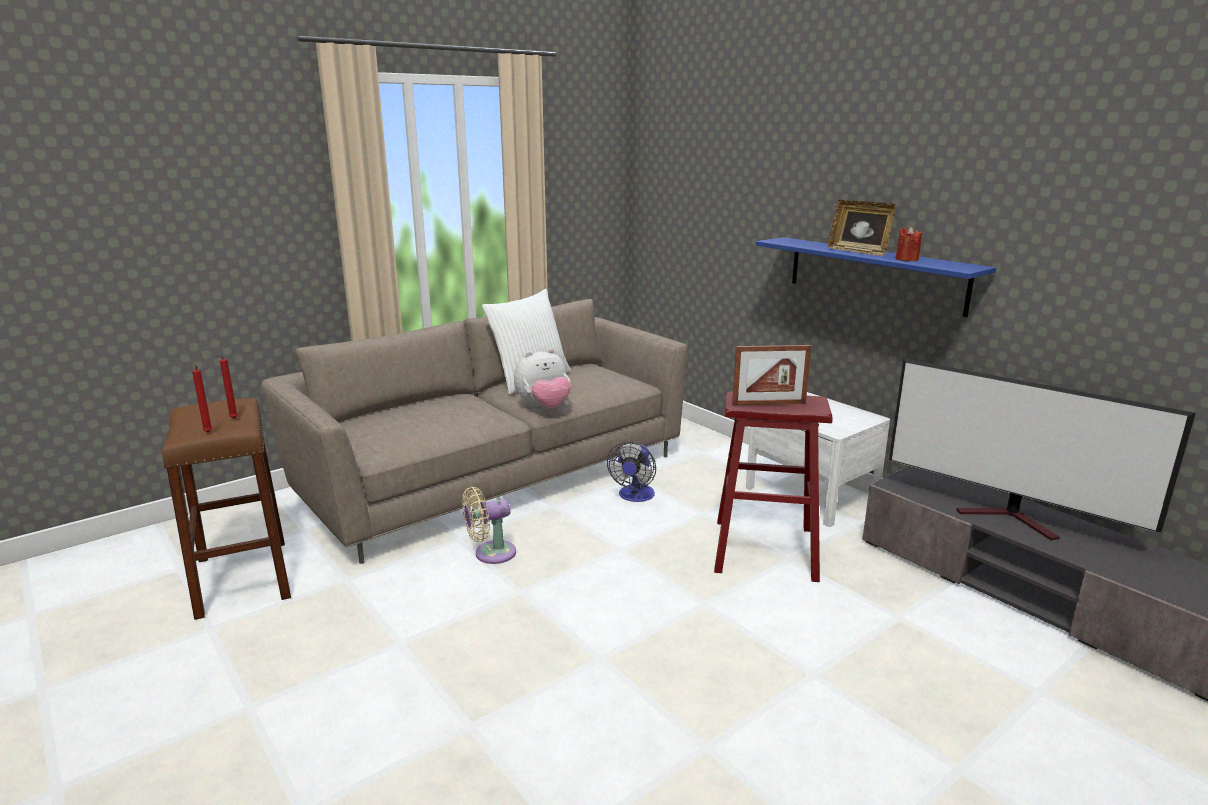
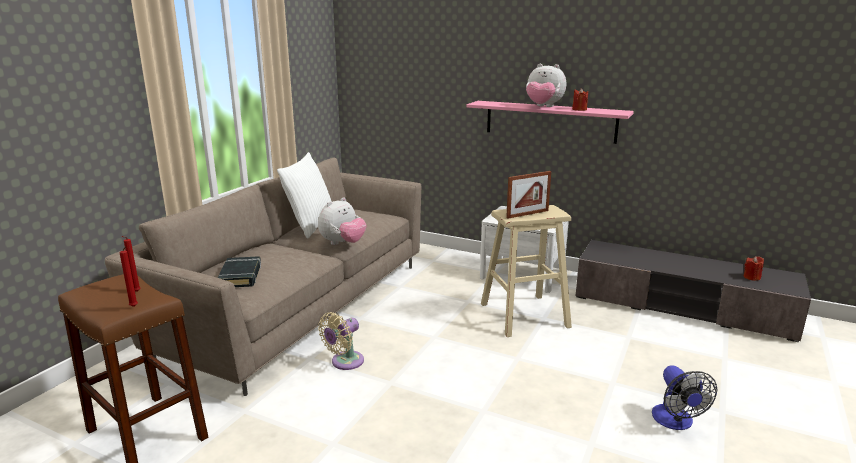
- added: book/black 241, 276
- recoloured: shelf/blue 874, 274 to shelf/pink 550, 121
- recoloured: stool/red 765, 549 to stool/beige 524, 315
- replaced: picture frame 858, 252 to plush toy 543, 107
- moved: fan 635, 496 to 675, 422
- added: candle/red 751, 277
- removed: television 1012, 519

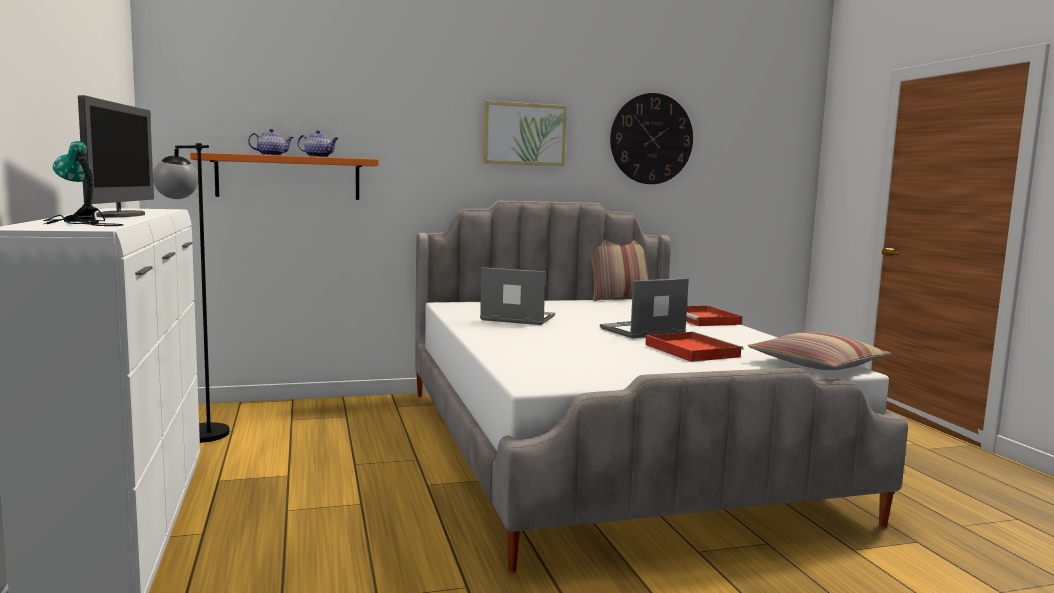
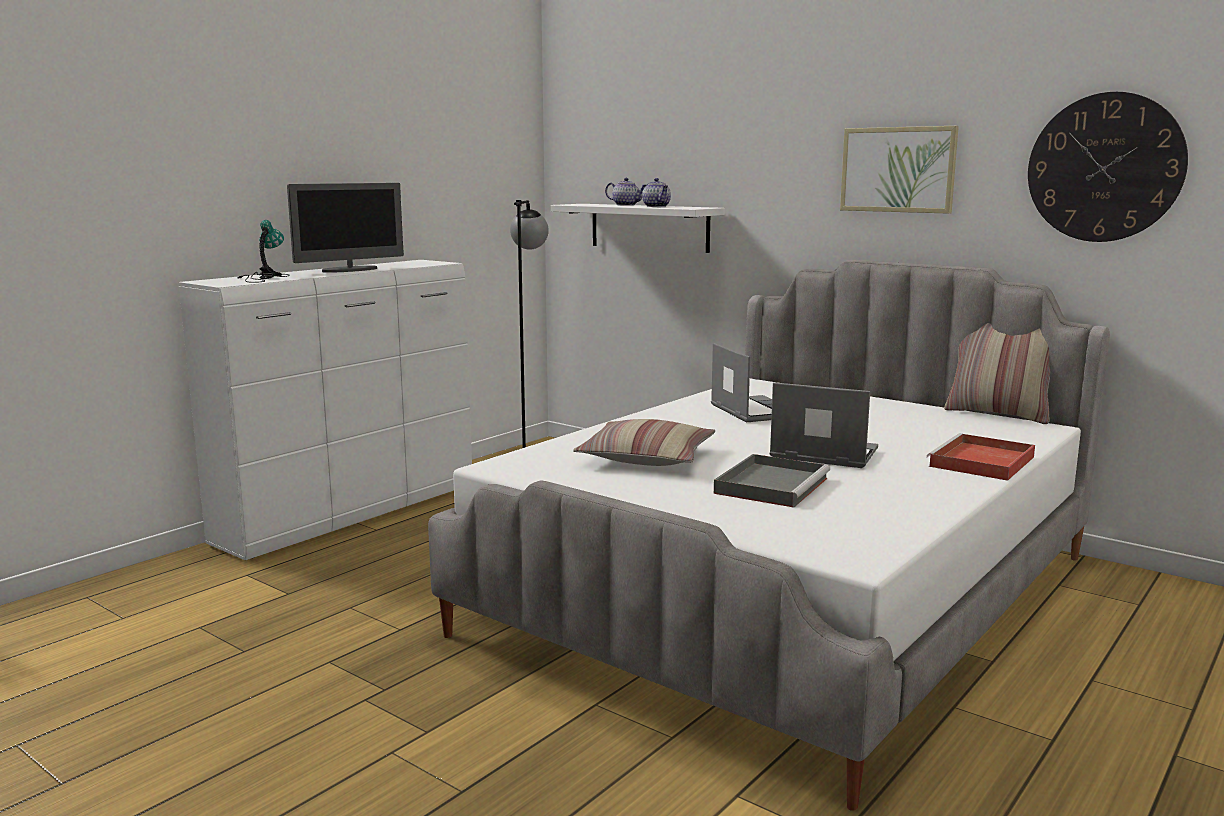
- recoloured: shelf/orange 288, 177 to shelf/white 649, 227
- moved: pillow 817, 365 to 647, 458
- recoloured: tray/red 690, 350 to tray/grey 771, 485

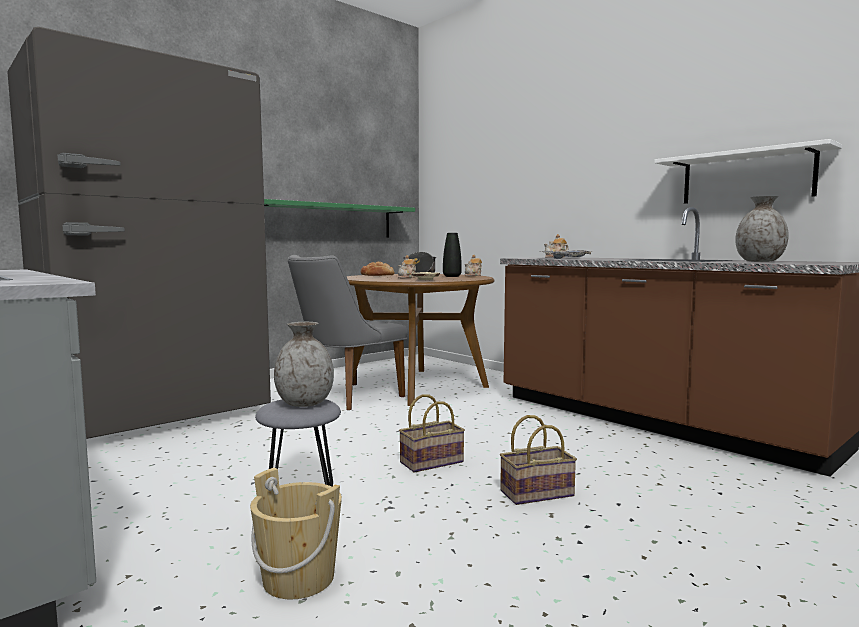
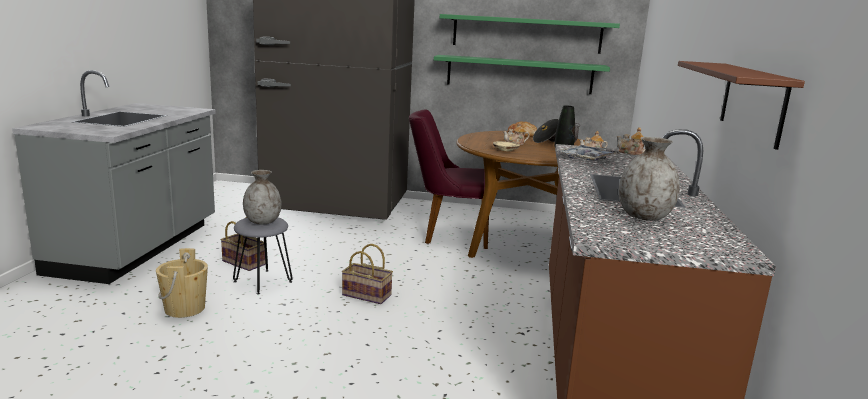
- moved: basket 537, 492 to 245, 263
- recoloured: chair/grey 345, 398 to chair/purple 448, 234
- added: shelf/green 526, 34
- recoloured: shelf/white 746, 177 to shelf/brown 752, 102

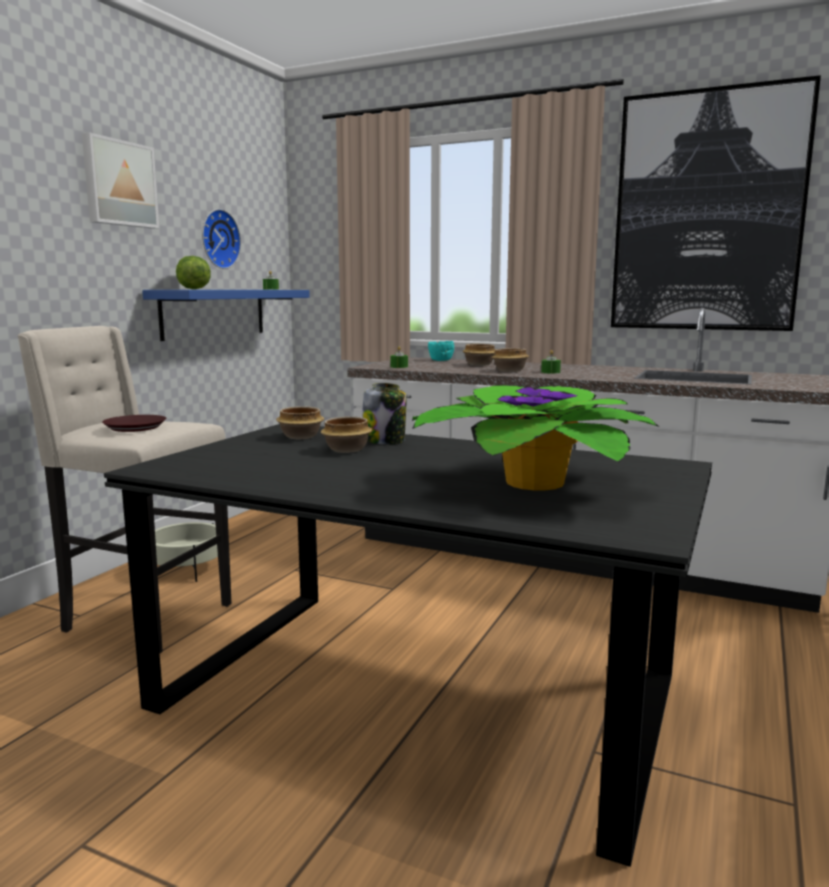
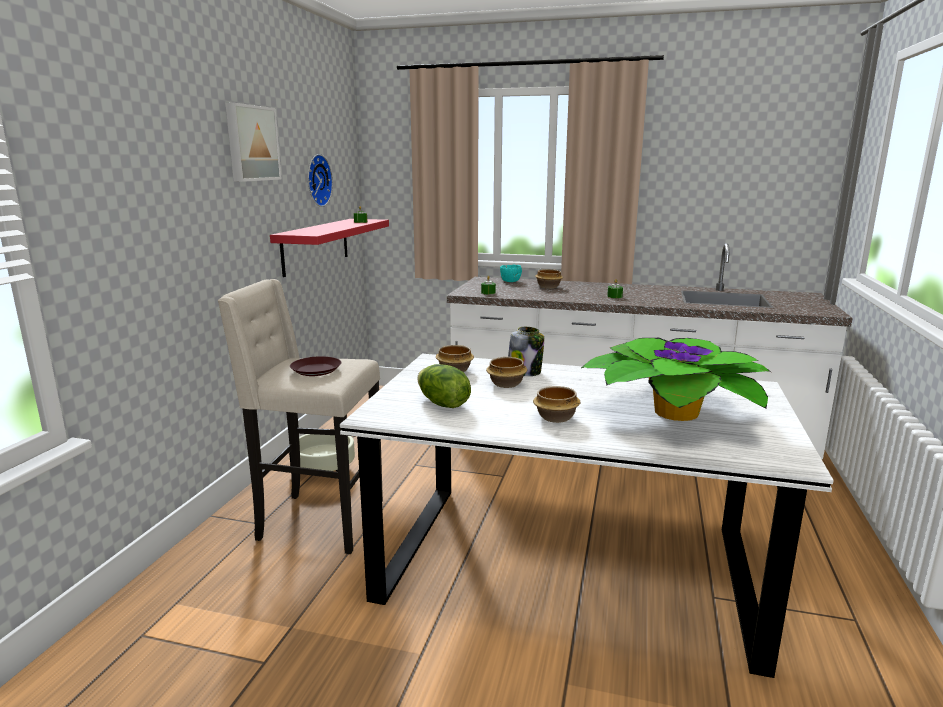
- recoloured: shelf/blue 214, 313 to shelf/red 316, 246
- recoloured: dining table/black 415, 693 to dining table/white 568, 565
- moved: lettuce 192, 289 to 442, 404
- moved: bowl 510, 371 to 556, 418
- removed: picture 707, 212

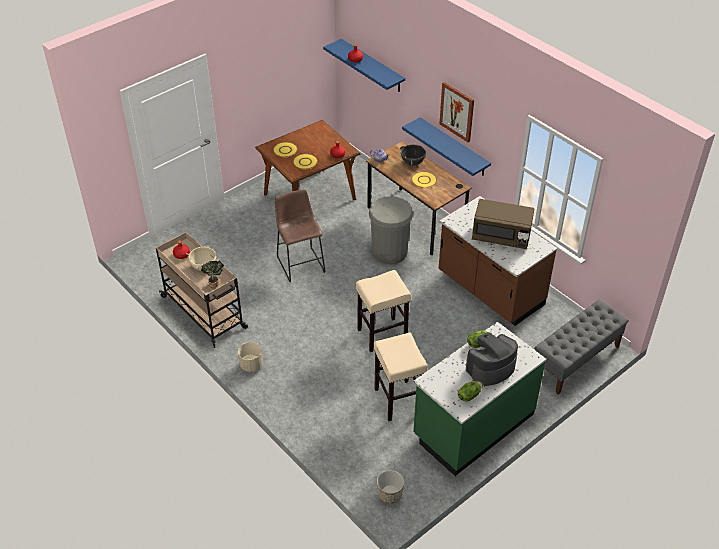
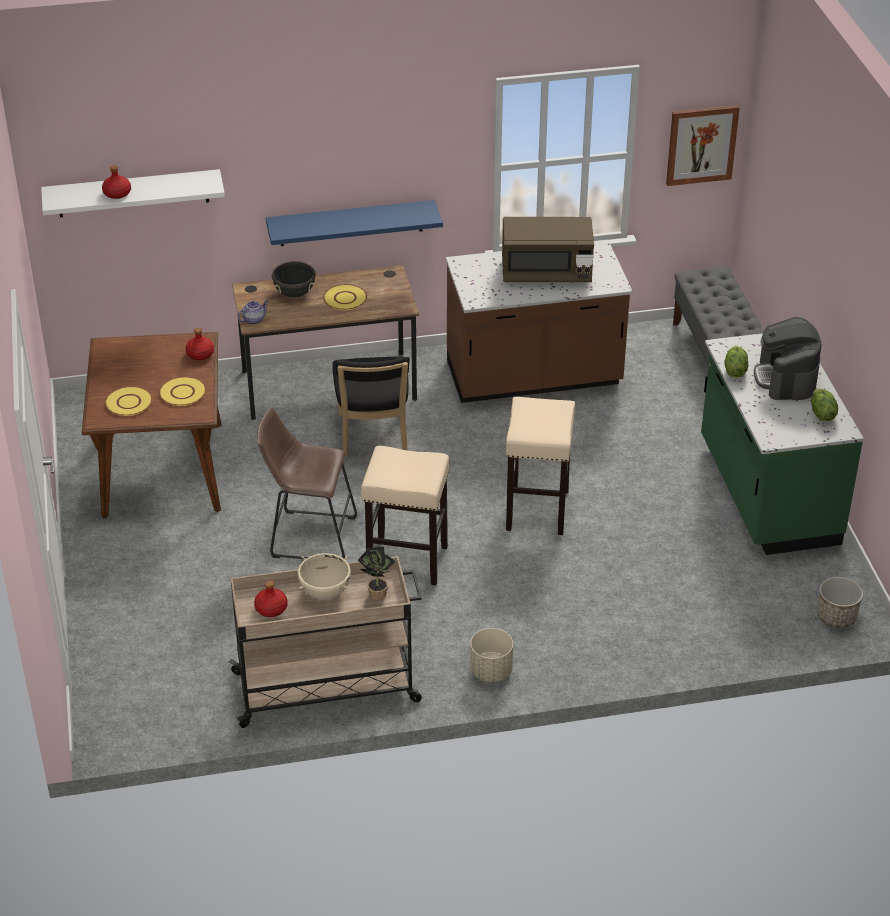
- recoloured: shelf/blue 372, 66 to shelf/white 133, 193
- replaced: trash can/grey 389, 252 to chair/black 373, 437
- moved: stool/beige 397, 399 to 406, 561
- turned: microwave/brown 501, 236 = 546, 272 45 degrees clockwise
- moved: picture 457, 111 to 701, 144

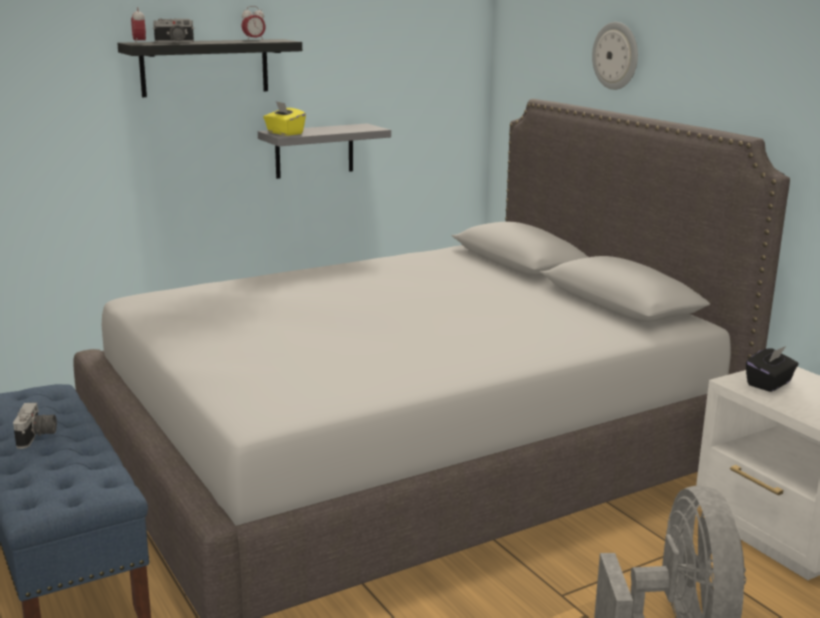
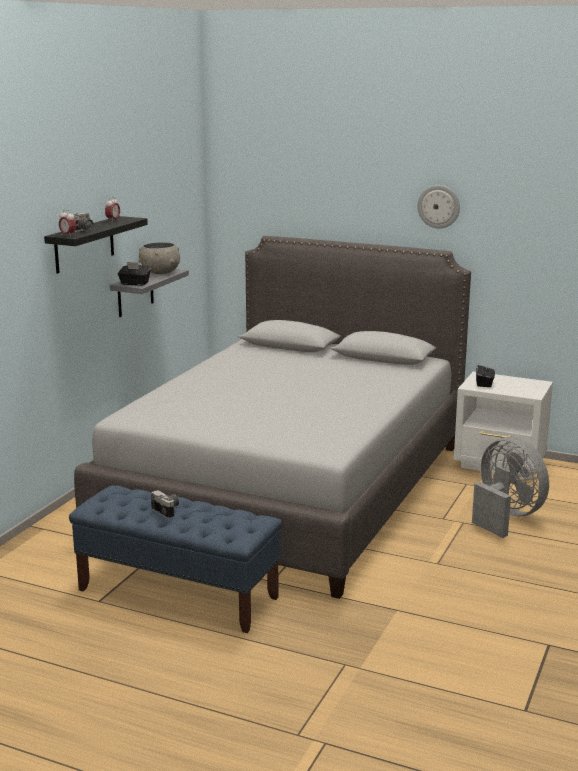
- recoloured: tissue box/yellow 284, 133 to tissue box/black 134, 284
- added: bowl/grey 160, 272
- moved: wall clock 616, 56 to 439, 206

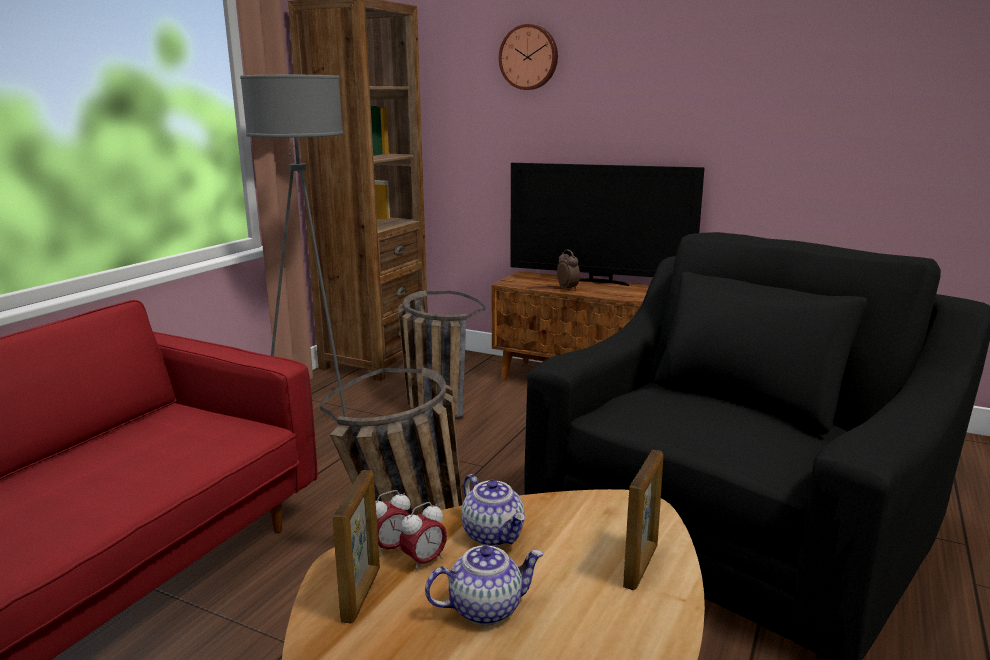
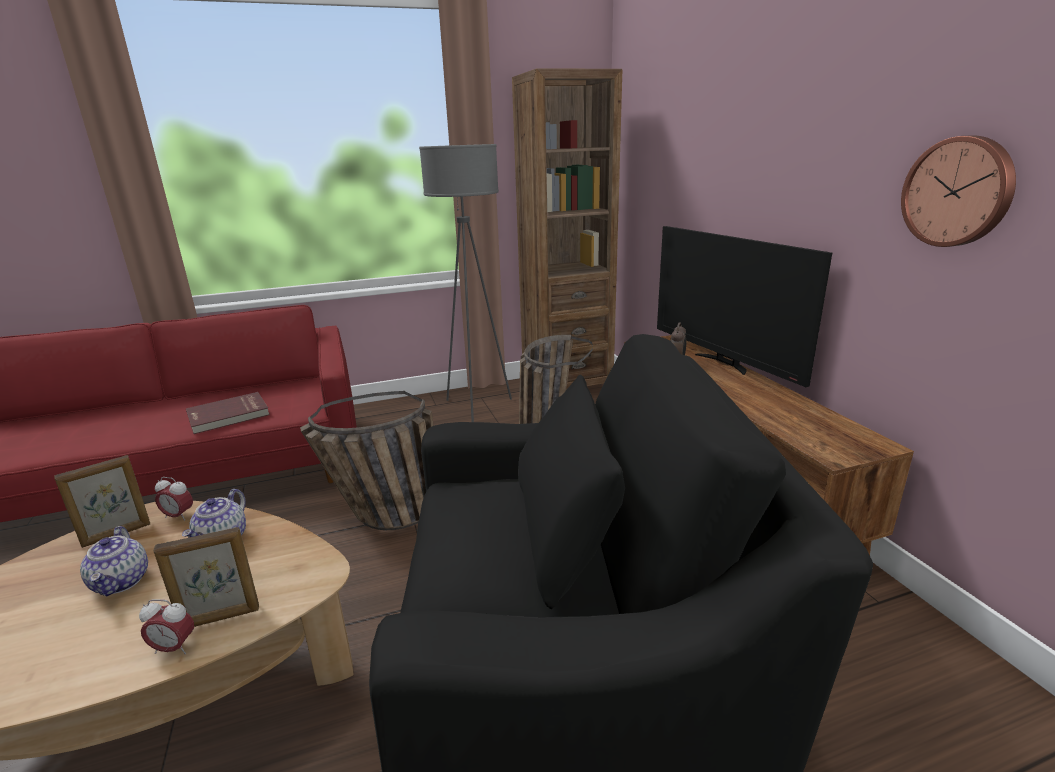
- turned: teapot 486, 608 = 122, 582 45 degrees clockwise
- moved: alarm clock 424, 562 to 174, 648
- added: book/red 228, 415
- moved: wall clock 529, 57 to 958, 192

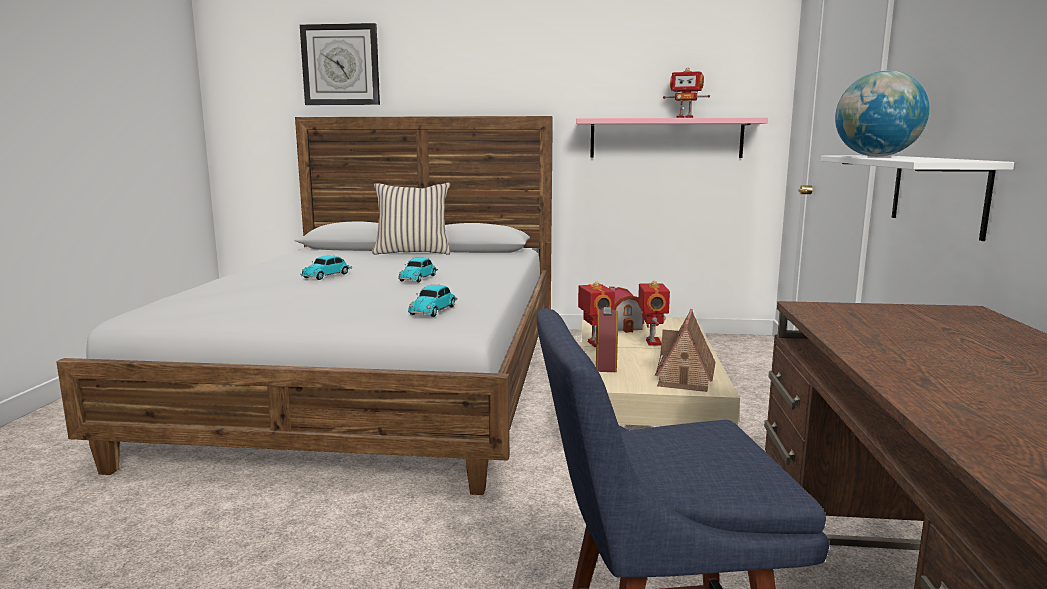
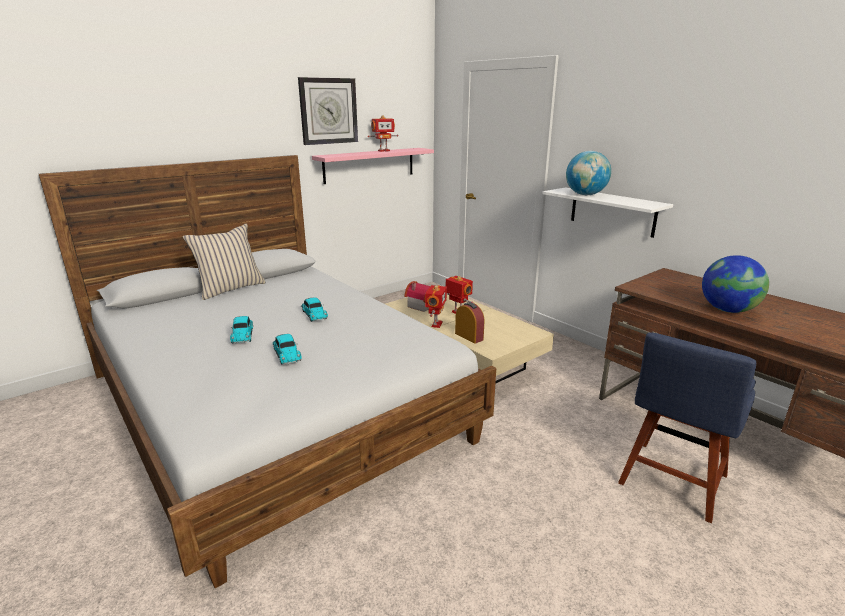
- moved: toy car 434, 310 to 286, 354
- moved: wall clock 341, 65 to 328, 111
- turned: toy robot 595, 344 = 436, 324 75 degrees clockwise
- added: globe 727, 310
- removed: toy house 685, 377

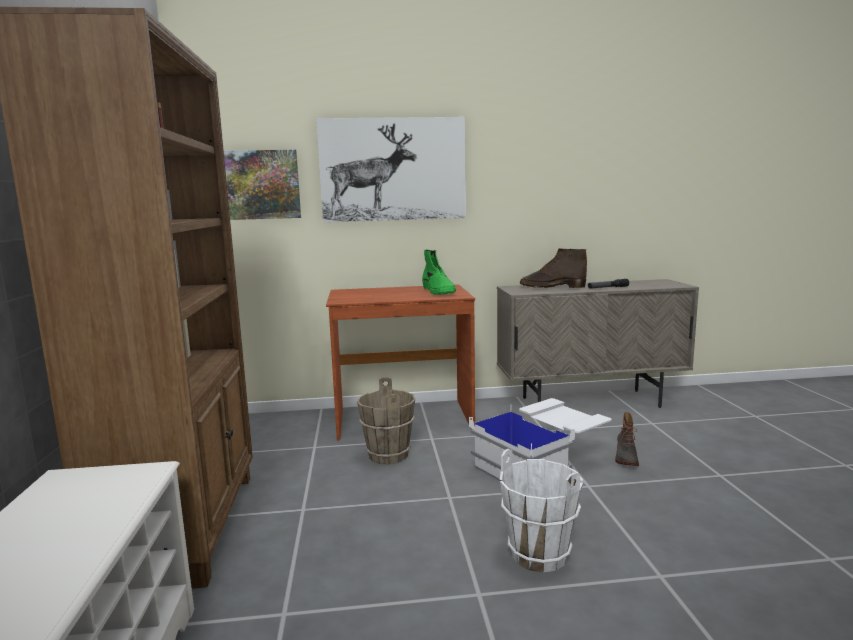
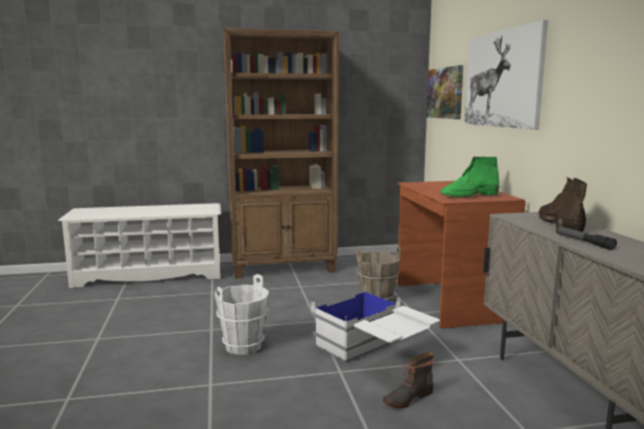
- turned: boot 625, 457 = 407, 397 45 degrees counterclockwise

